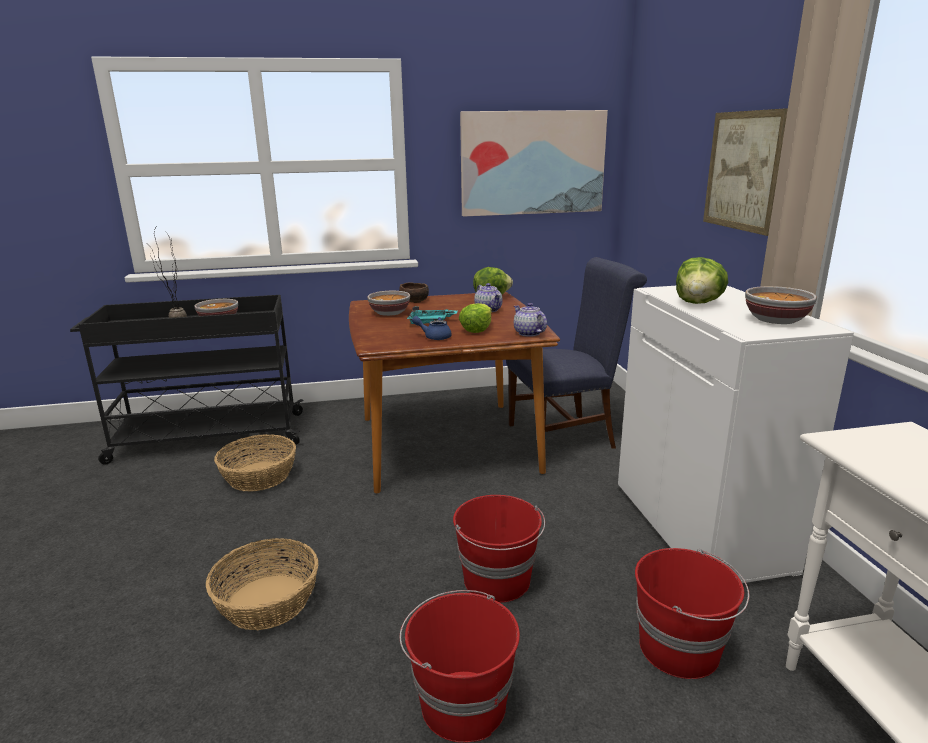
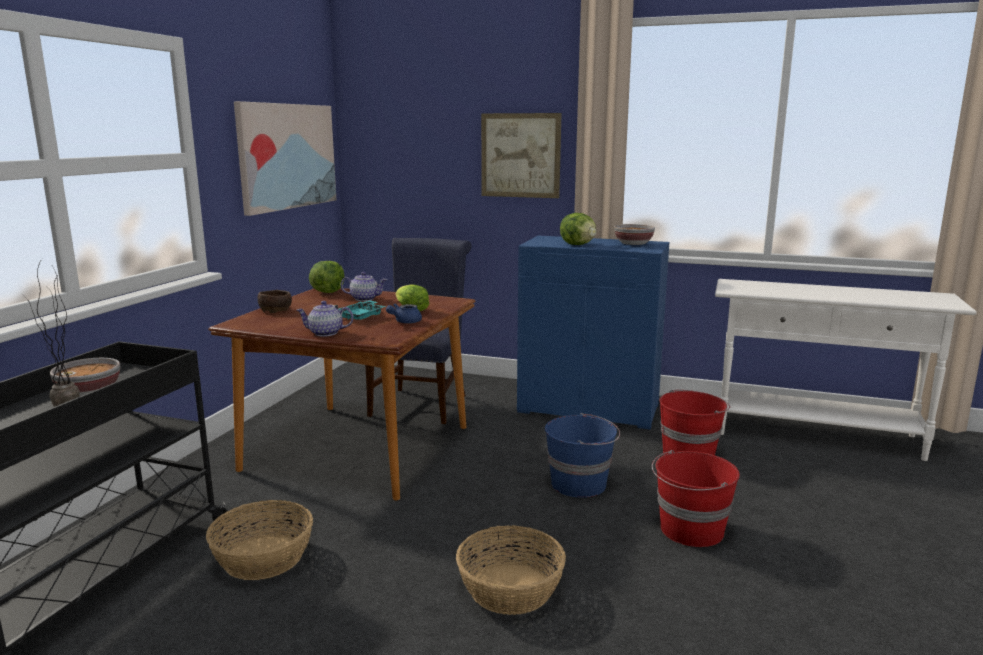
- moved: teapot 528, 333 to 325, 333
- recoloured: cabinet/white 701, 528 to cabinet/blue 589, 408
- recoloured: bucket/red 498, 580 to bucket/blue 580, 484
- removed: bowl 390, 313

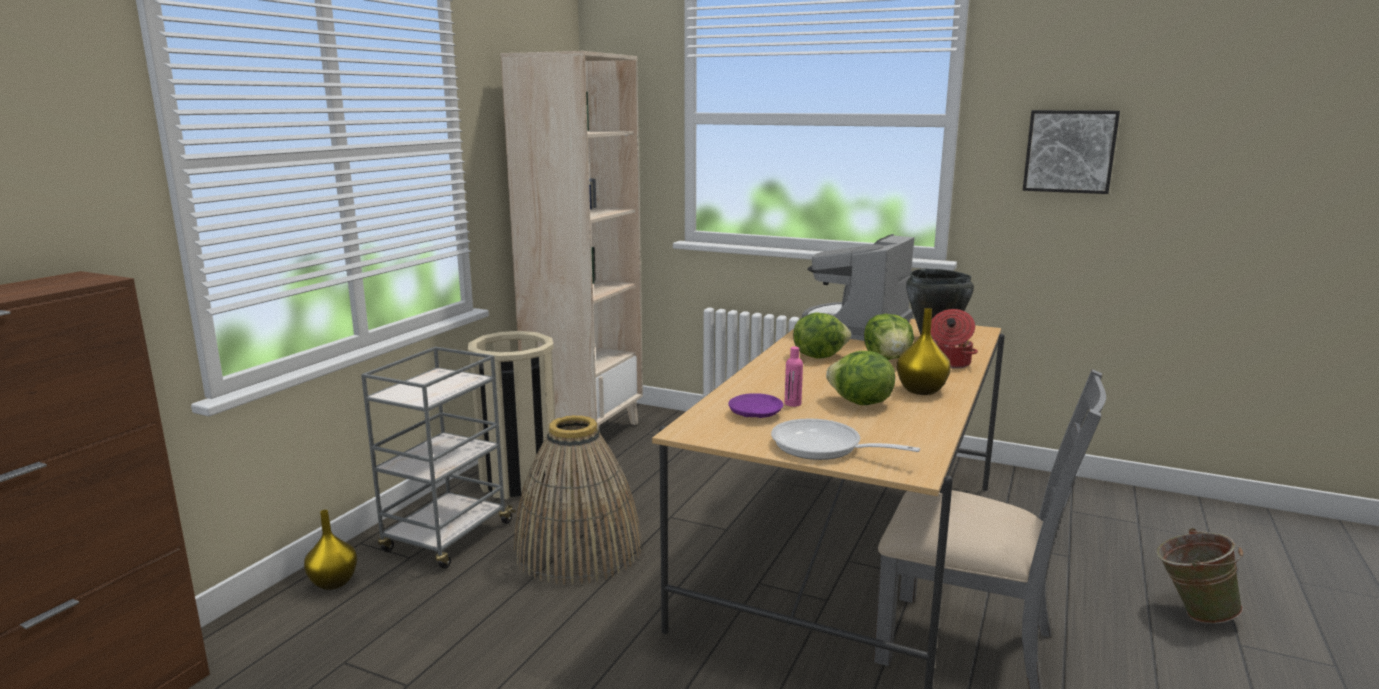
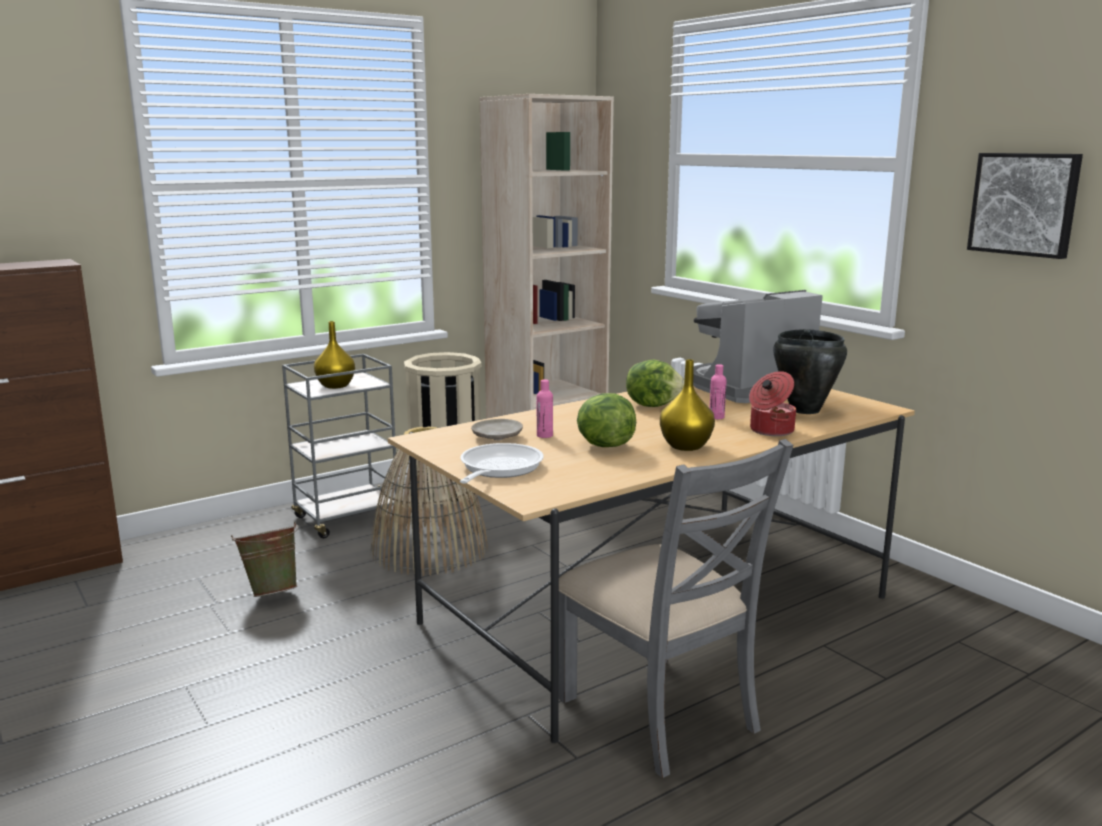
- moved: bucket/green 1190, 613 to 272, 592
- moved: vase/yellow 334, 583 to 336, 386
- turned: frying pan 823, 447 = 497, 469 45 degrees clockwise
- recoloured: plate/purple 755, 414 to plate/beige 496, 437
- replaced: lettuce 888, 358 to bottle/pink 716, 417

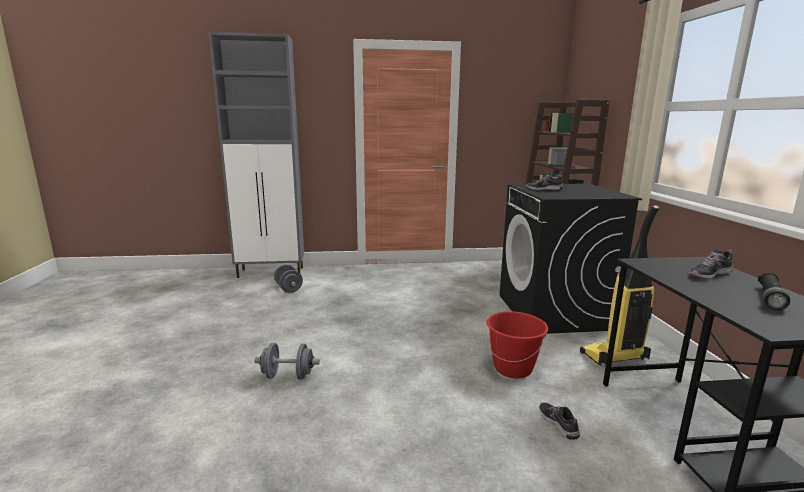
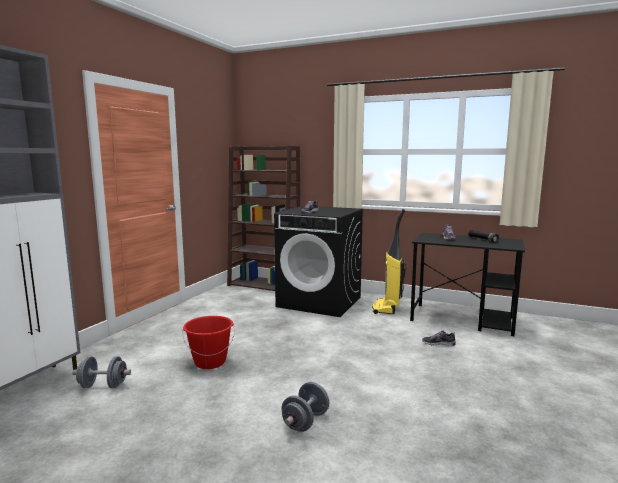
- moved: bucket/red 513, 368 to 210, 362

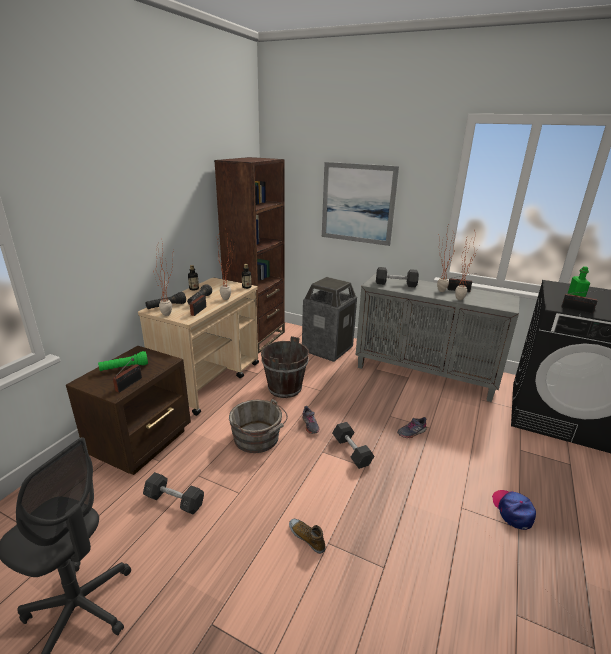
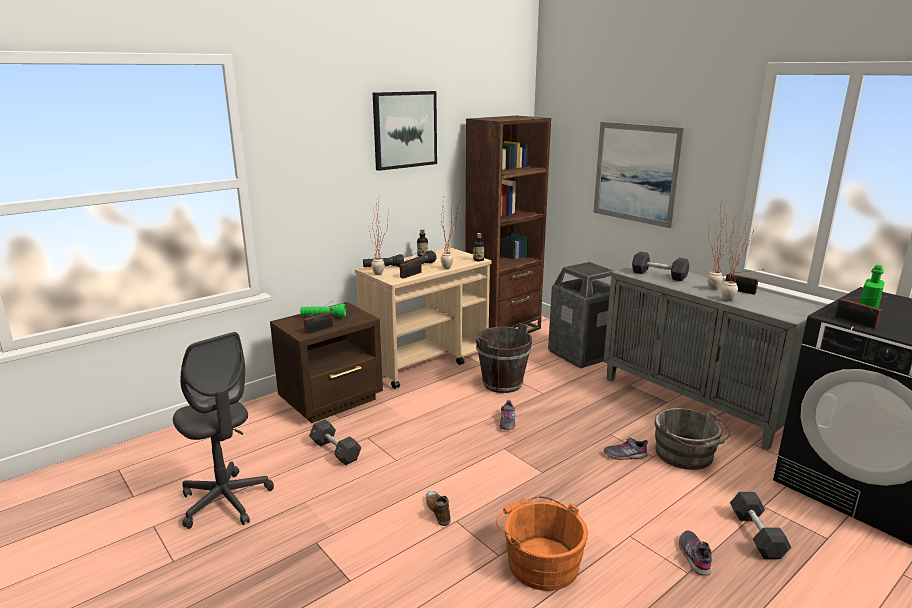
- added: picture 404, 129
- added: bucket/orange 539, 561
- moved: bucket/grey 258, 439 to 686, 455
- replaced: cap 512, 510 to shoe/grey 694, 556
- moved: dumbbell/grey 351, 451 to 756, 535

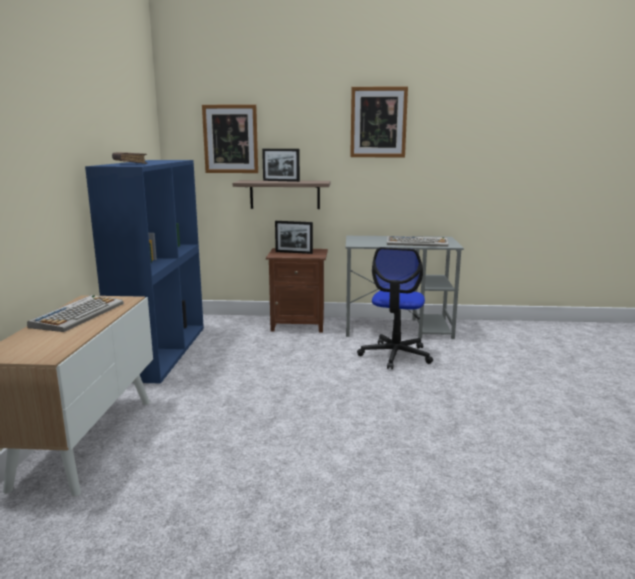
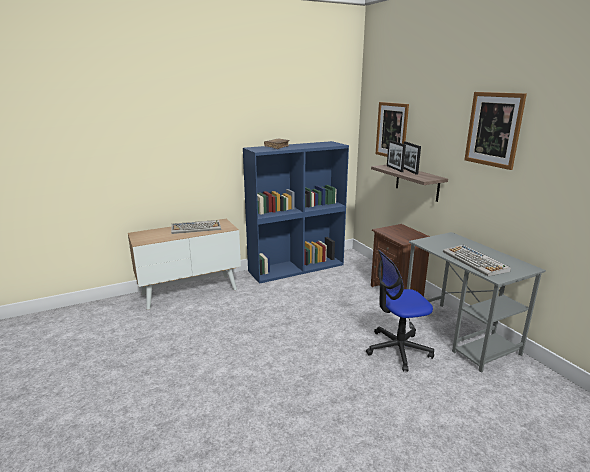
- moved: picture frame 294, 252 to 394, 168

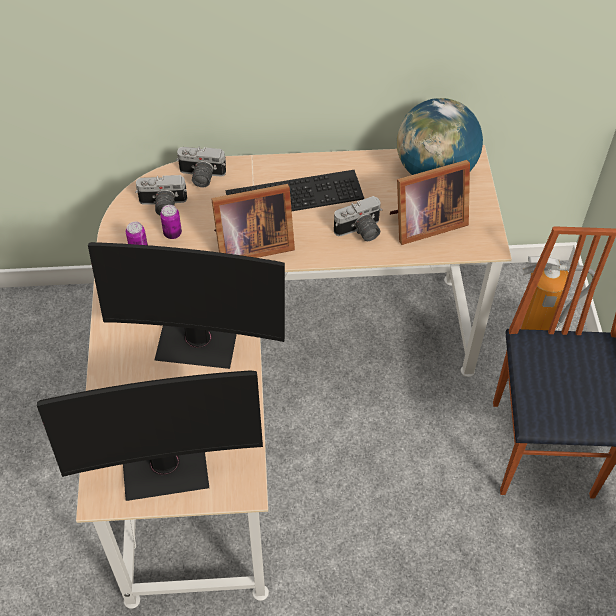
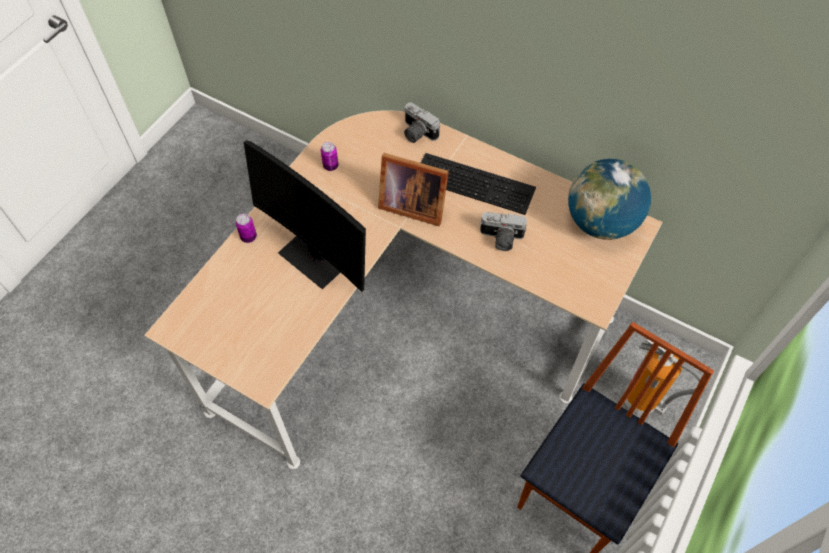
- moved: can 172, 233 to 248, 237
- removed: monitor 165, 466
- removed: photo camera 162, 206
- removed: picture frame 424, 223

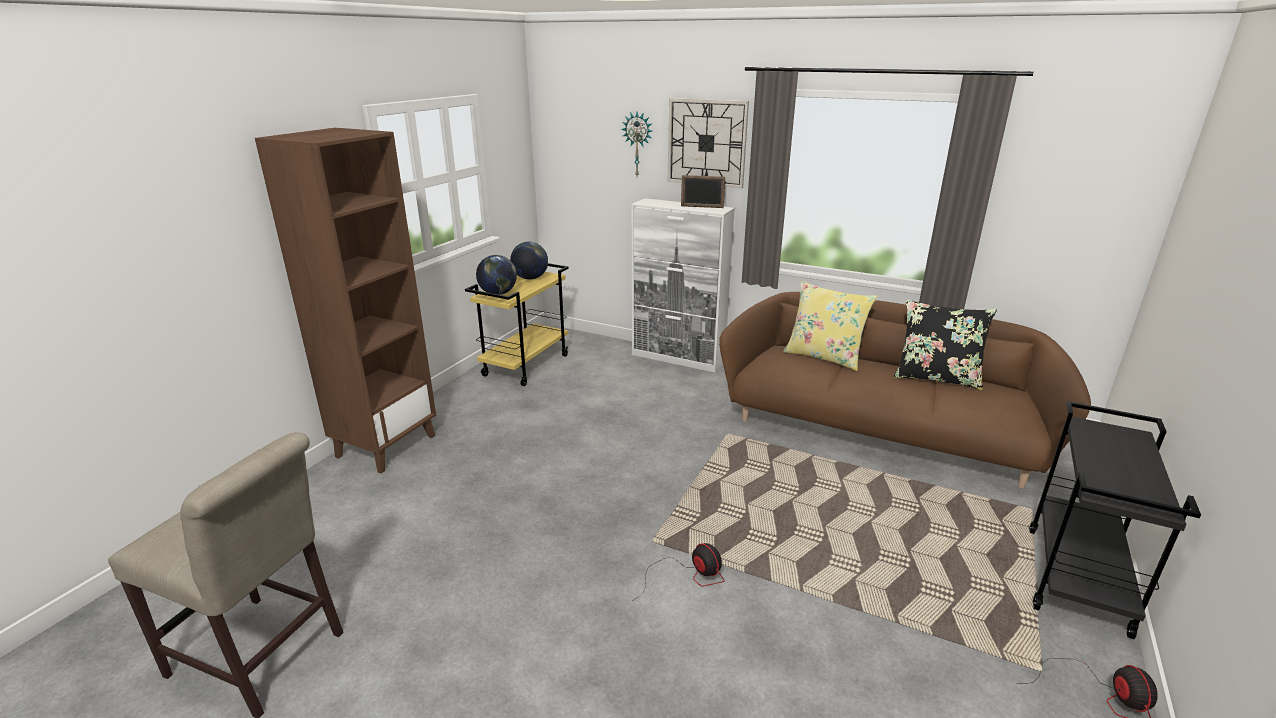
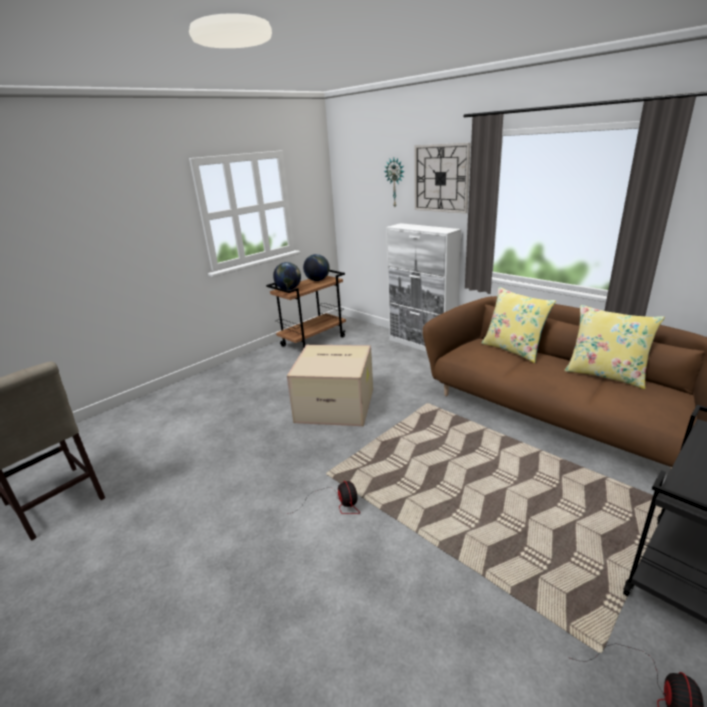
- recoloured: cart/yellow 526, 365 to cart/brown 313, 341
- added: cardboard box 336, 404
- recoloured: pillow/black 936, 378 to pillow/yellow 605, 375
- removed: bookcase/brown 386, 445
- removed: picture frame 702, 207

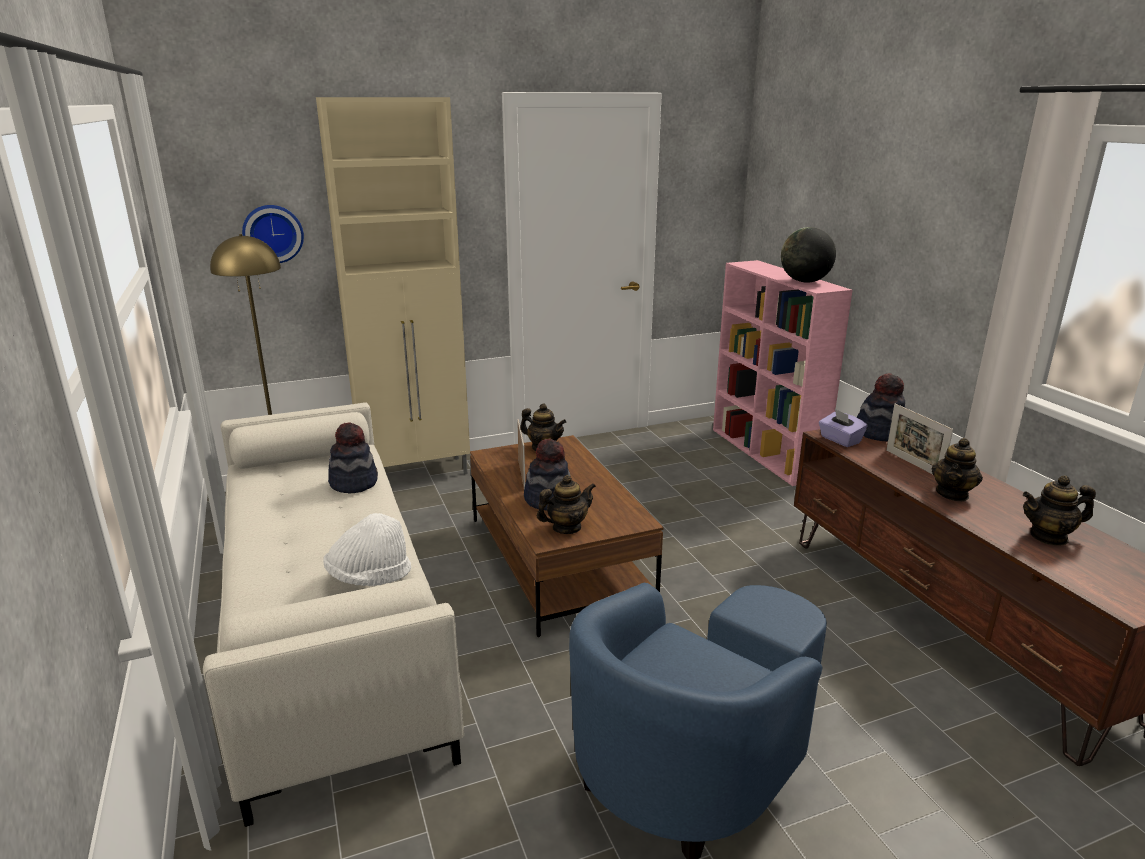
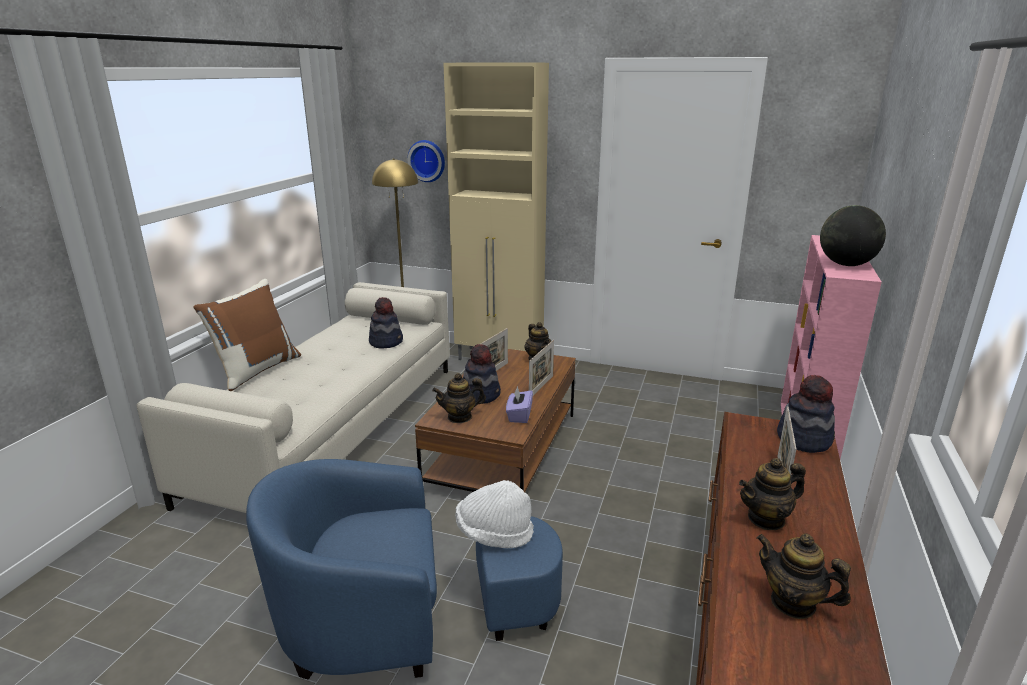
- added: pillow/brown 256, 370
- turned: teapot 566, 528 = 460, 417 150 degrees clockwise
- moved: hat/white 369, 577 to 494, 533
- moved: tissue box/purple 840, 440 to 519, 415
- added: picture frame 541, 387

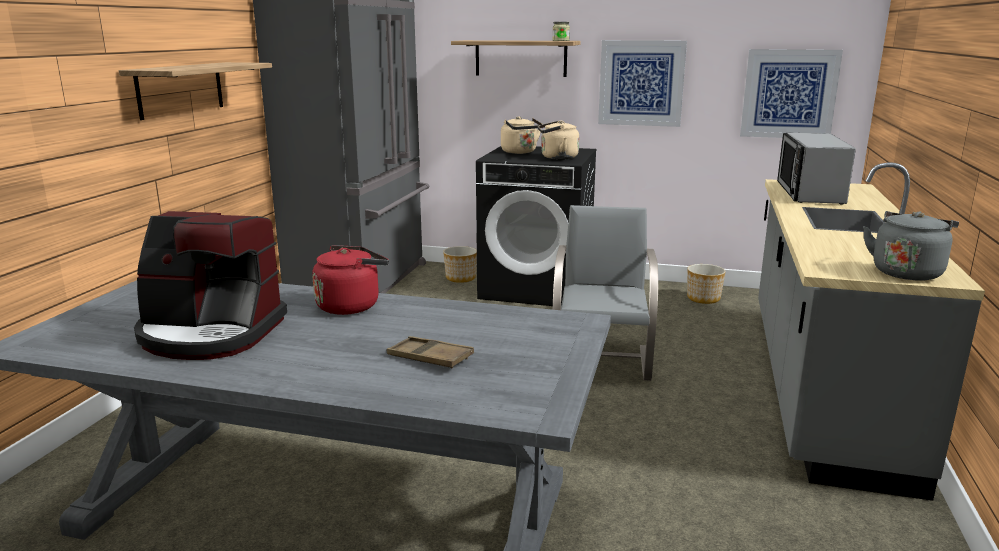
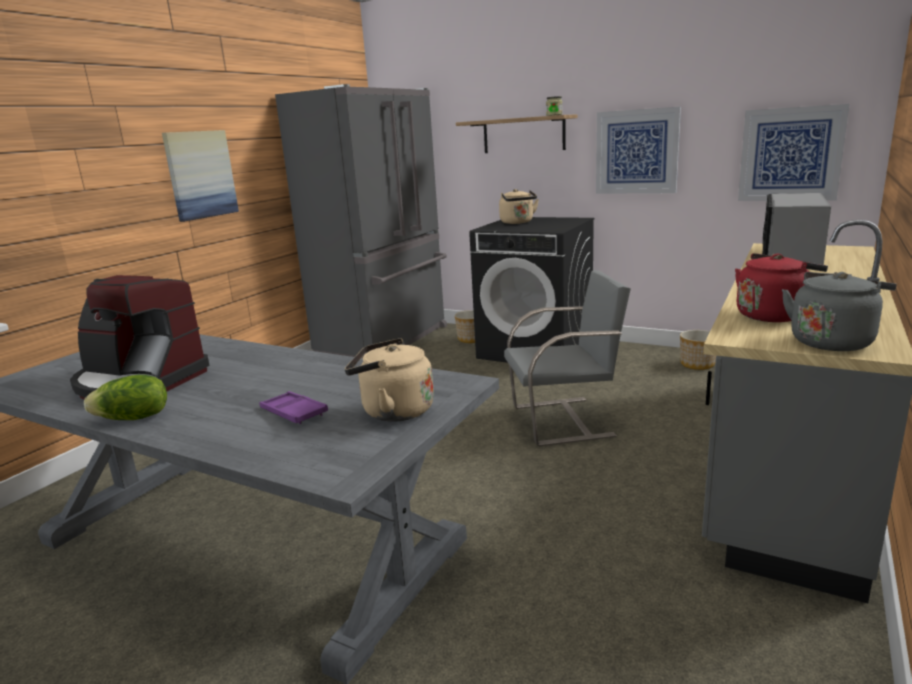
- added: lettuce 133, 418
- replaced: shelf 180, 89 to picture 200, 174
- recoloured: tray/brown 430, 358 to tray/purple 293, 413
- moved: kettle/beige 557, 157 to 393, 411
- turned: chair/grey 601, 360 = 564, 421 60 degrees clockwise
- moved: kettle/red 351, 305 to 773, 315

